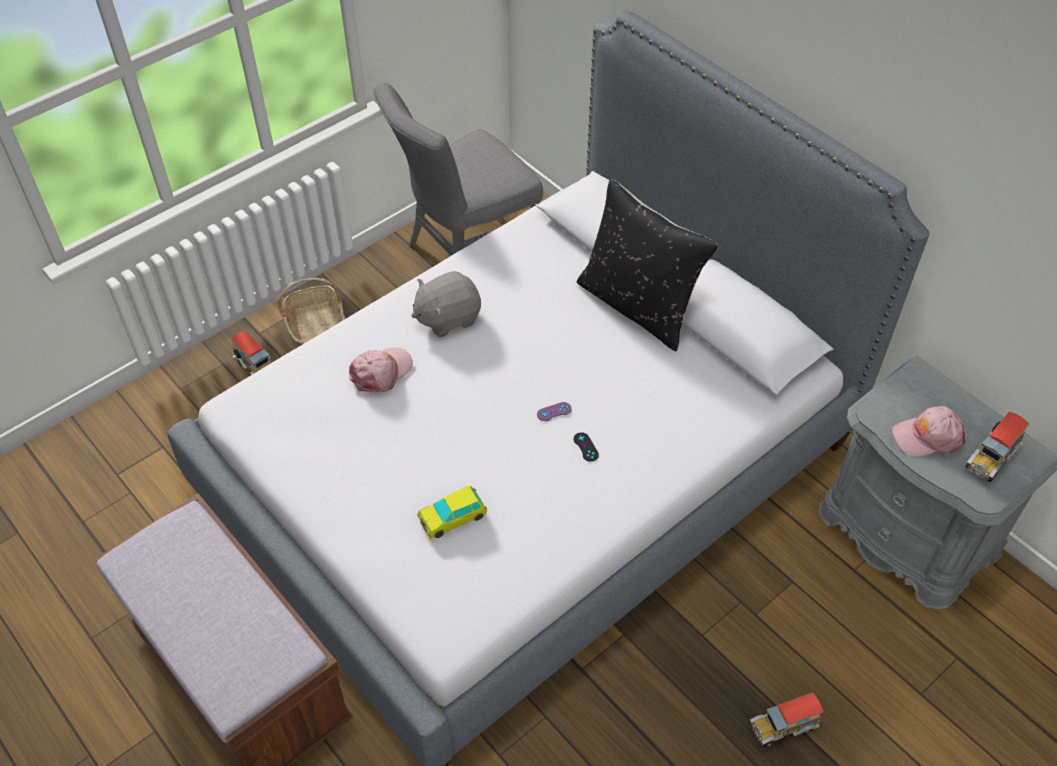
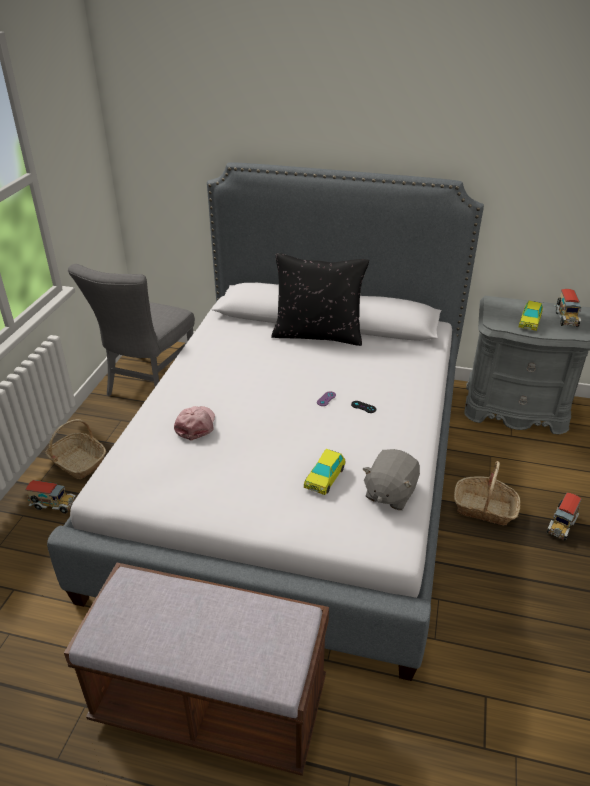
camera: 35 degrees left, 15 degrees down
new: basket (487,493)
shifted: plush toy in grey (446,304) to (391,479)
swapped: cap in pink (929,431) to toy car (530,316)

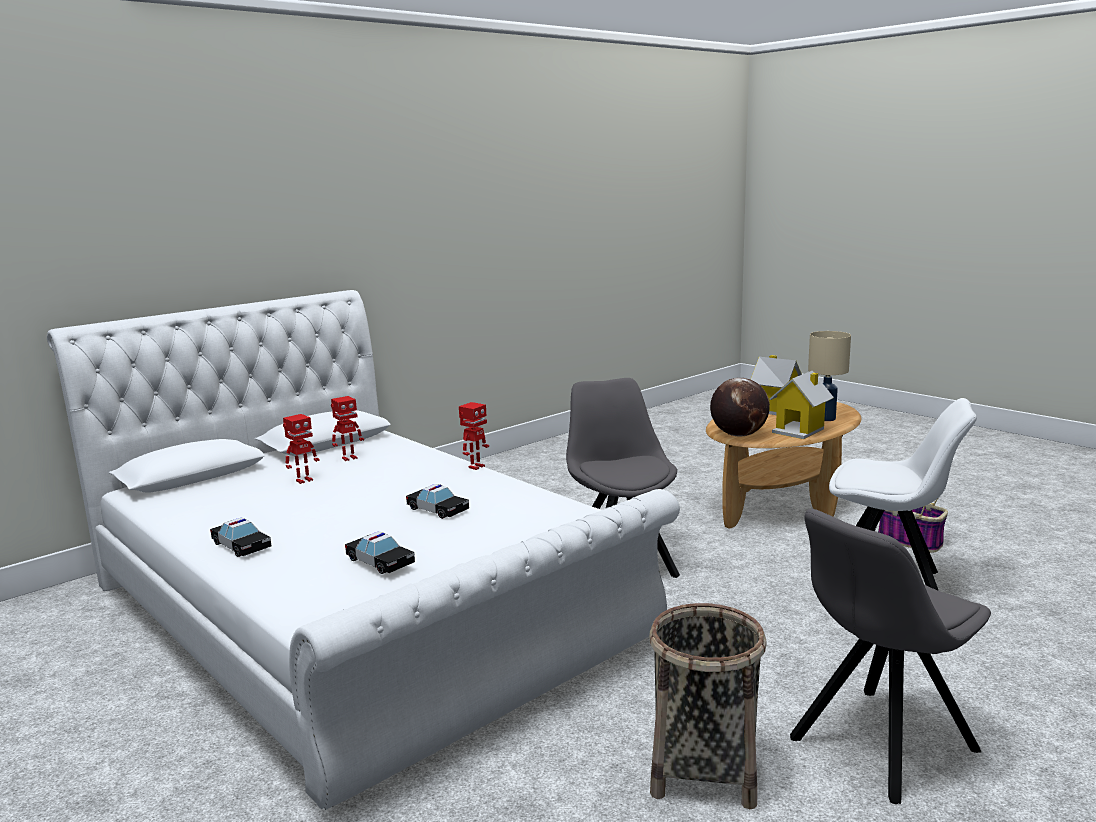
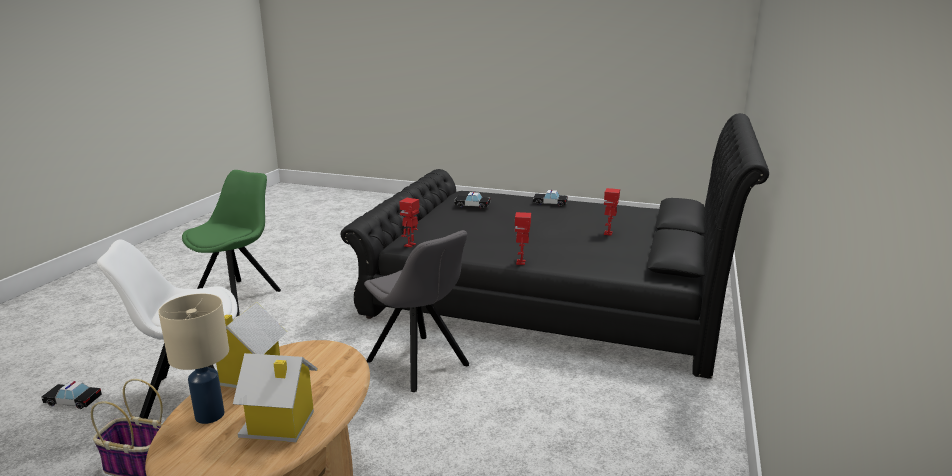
camera: 150 degrees right, 5 degrees up
gone: basket (708,706); globe (740,407)
shifted: toy robot (347,428) to (409,222); toy car (437,501) to (71,395)
repainted: bed in white (363,550) to bed in black (554,246); chair in grey (890,656) to chair in green (231,243)

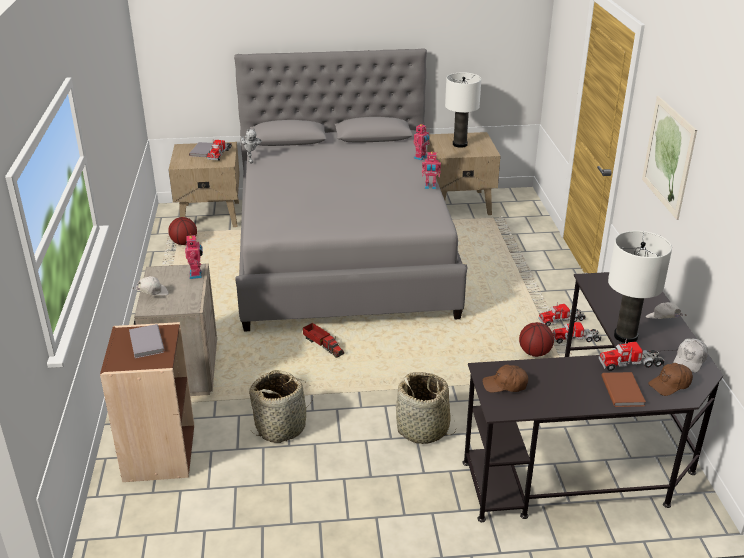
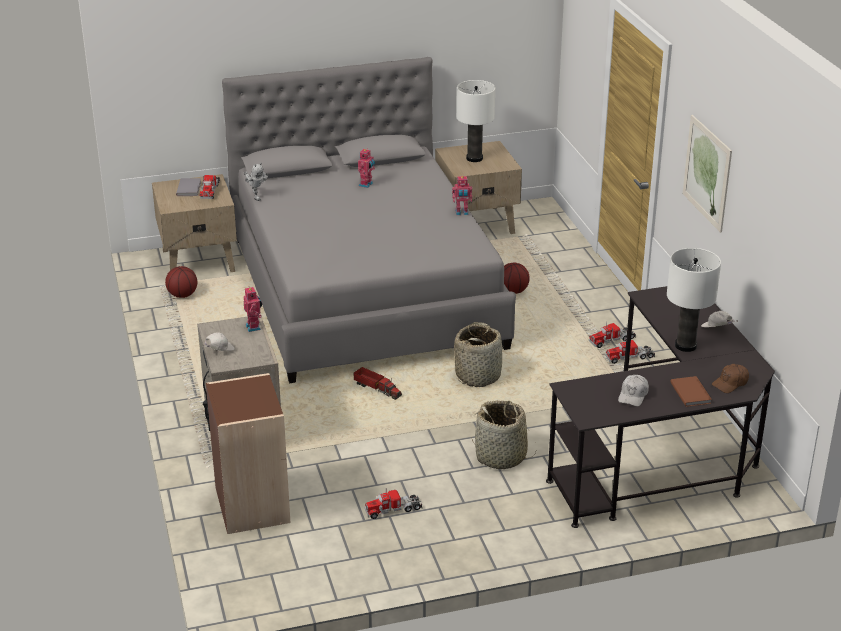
camera: 10 degrees left, 0 degrees up
gone: book in grey (147,341); cap in brown (505,379)
shifted: basket (281,406) to (478,354); toy robot (421,142) to (366,168); basketball (536,339) to (517,278); toy truck (631,355) to (393,503); cap in white (690,356) to (633,390)

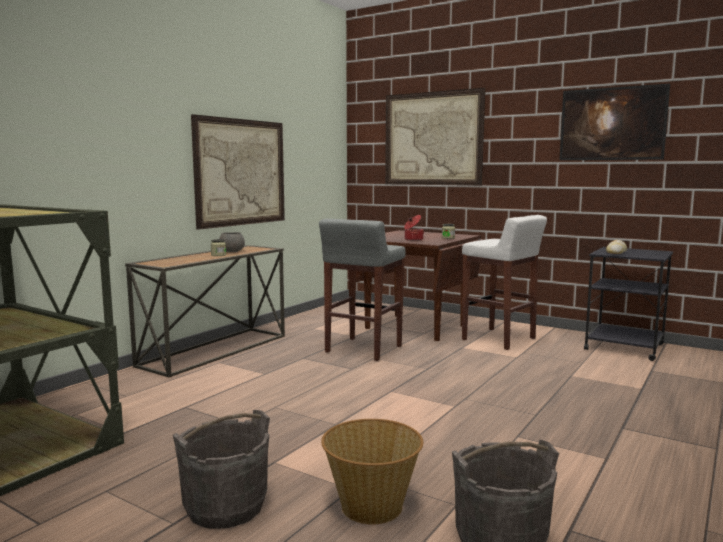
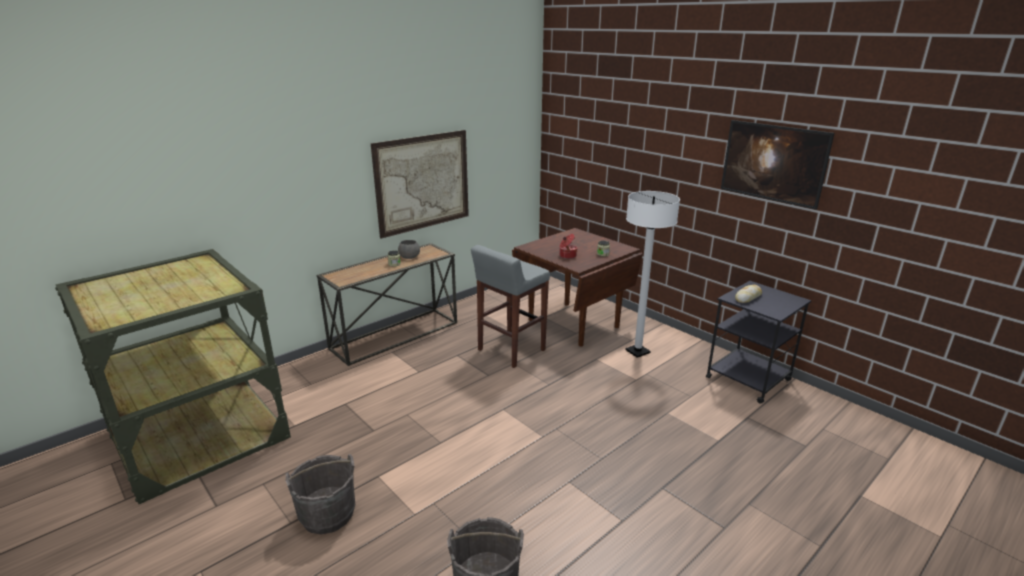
camera: 15 degrees right, 15 degrees up
gone: basket (372,472); picture (435,137)
swapped: stool in white (504,282) to floor lamp in white (652,274)

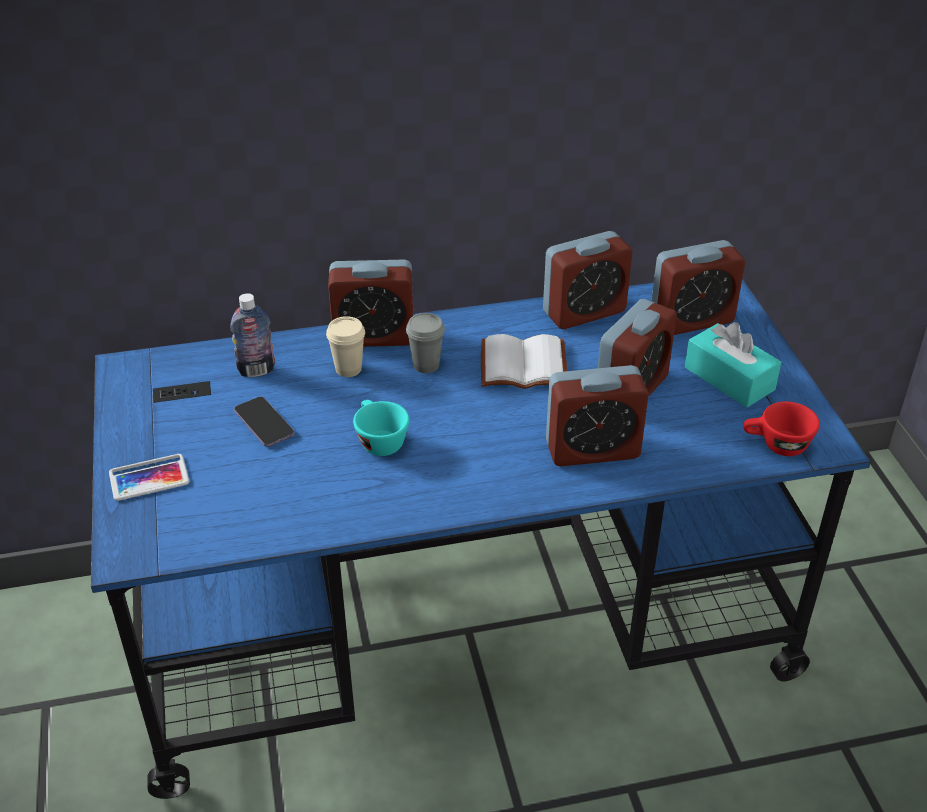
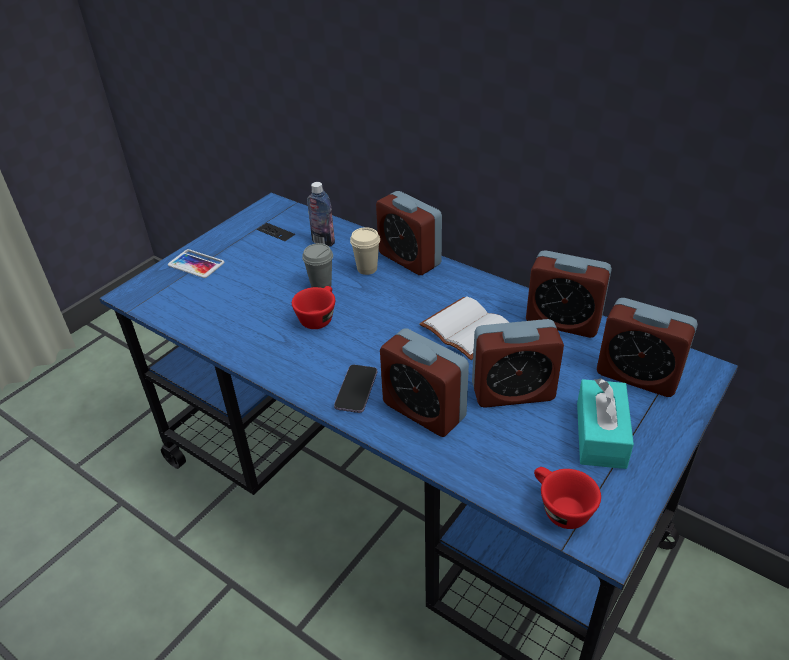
camera: 50 degrees right, 0 degrees up
shifted: phone (264,421) to (355,389); cup in grey (425,343) to (317,265)
repainted: cup in turquoise (381,428) to cup in red (313,307)

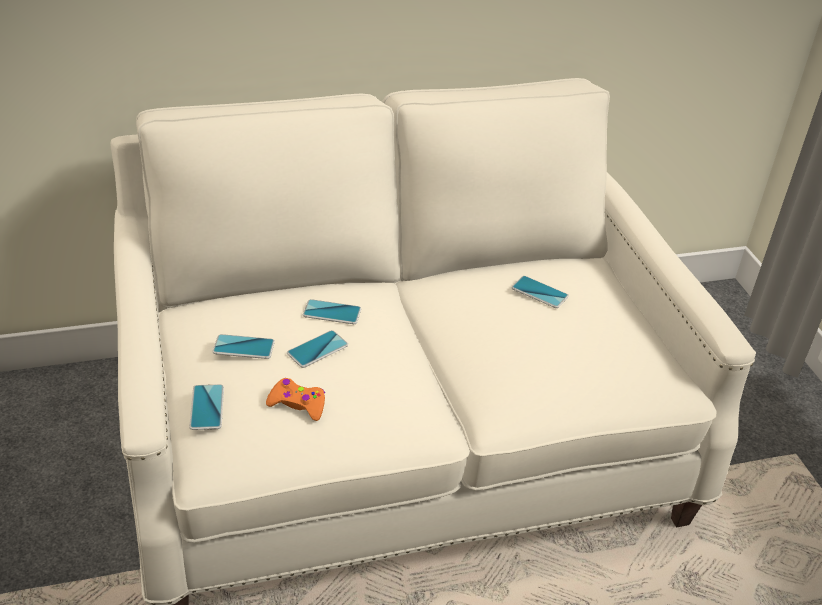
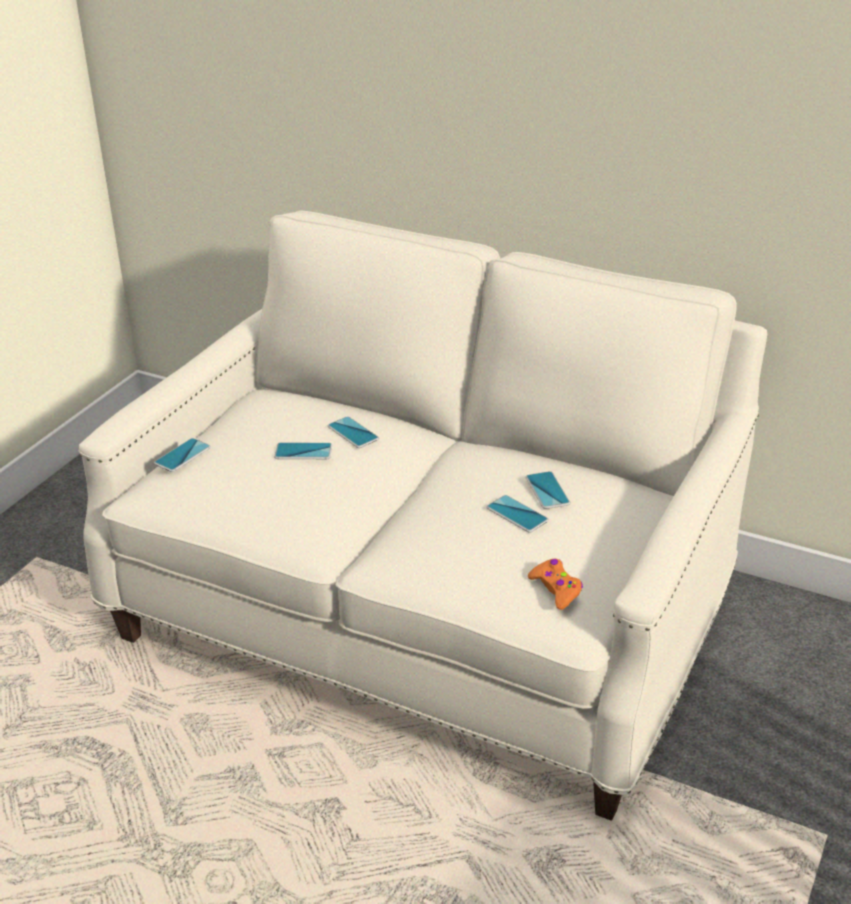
camera: 45 degrees right, 5 degrees down
shifted: phone (243,346) to (517,514); game controller in orange (295,399) to (555,584)

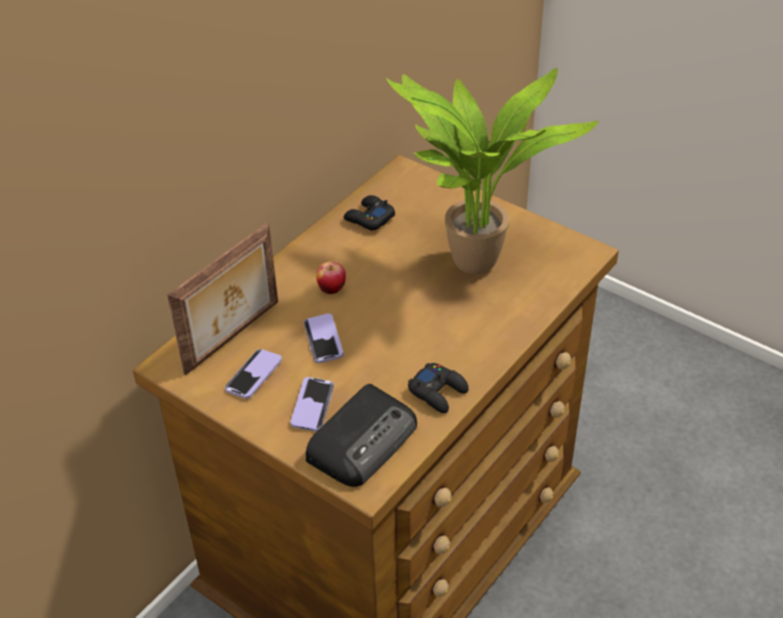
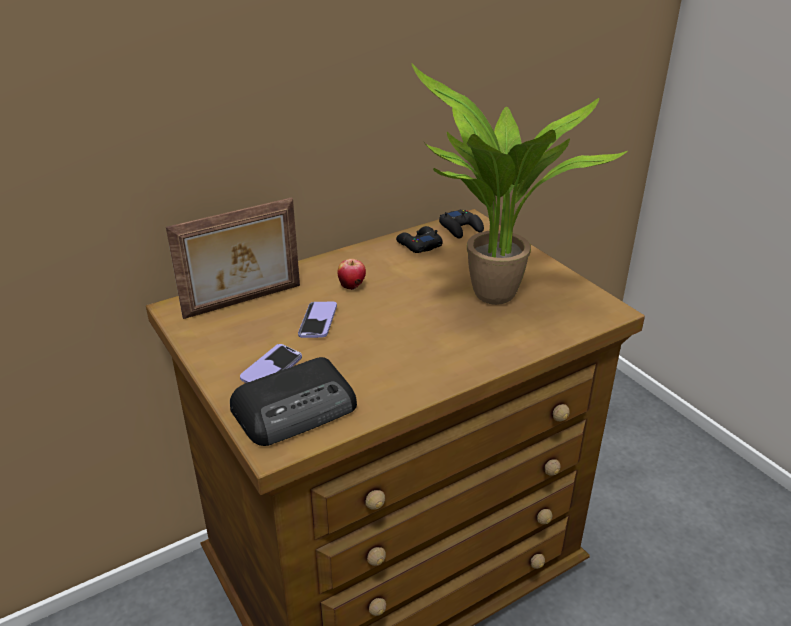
camera: 20 degrees right, 10 degrees down
gone: phone (253,374)
shifted: game controller in black (438,388) to (461,224)

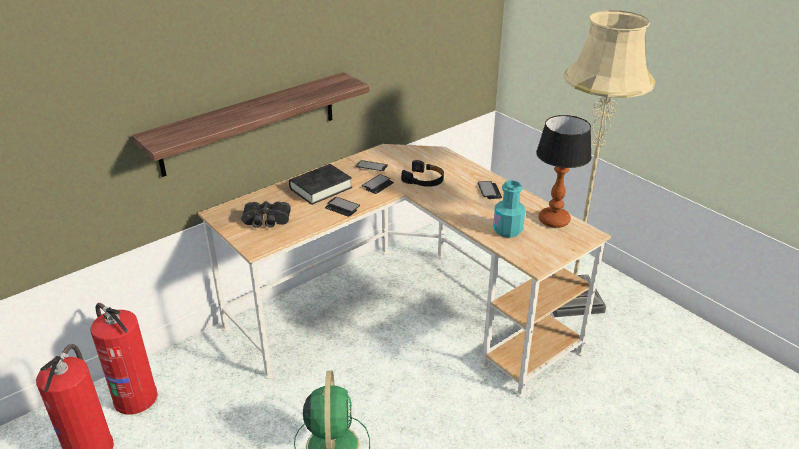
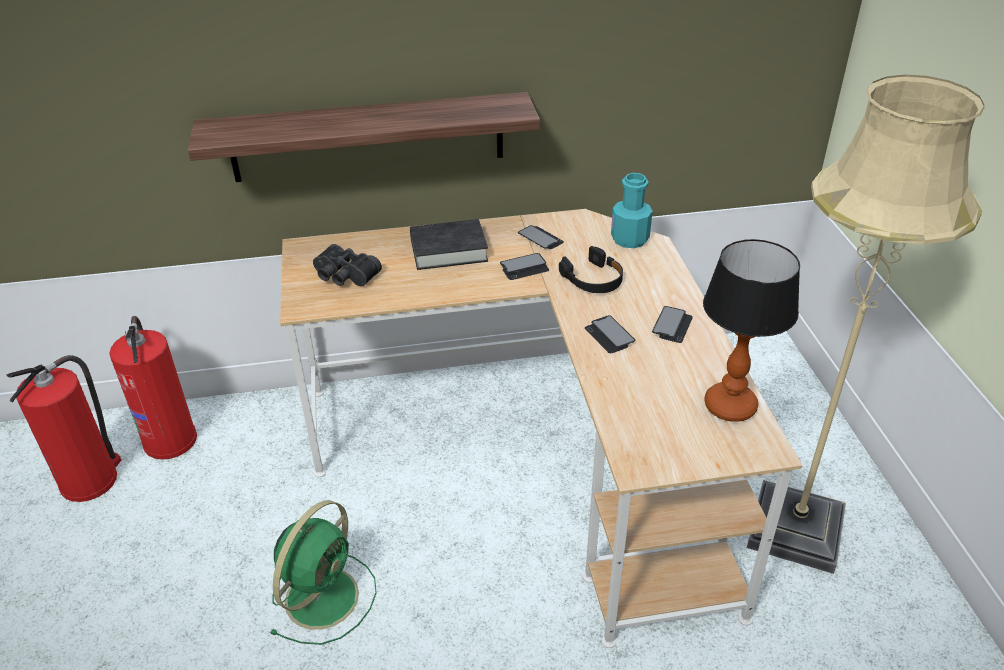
camera: 30 degrees right, 5 degrees up
shifted: phone (342,207) to (610,334); bottle in turquoise (509,209) to (632,210)

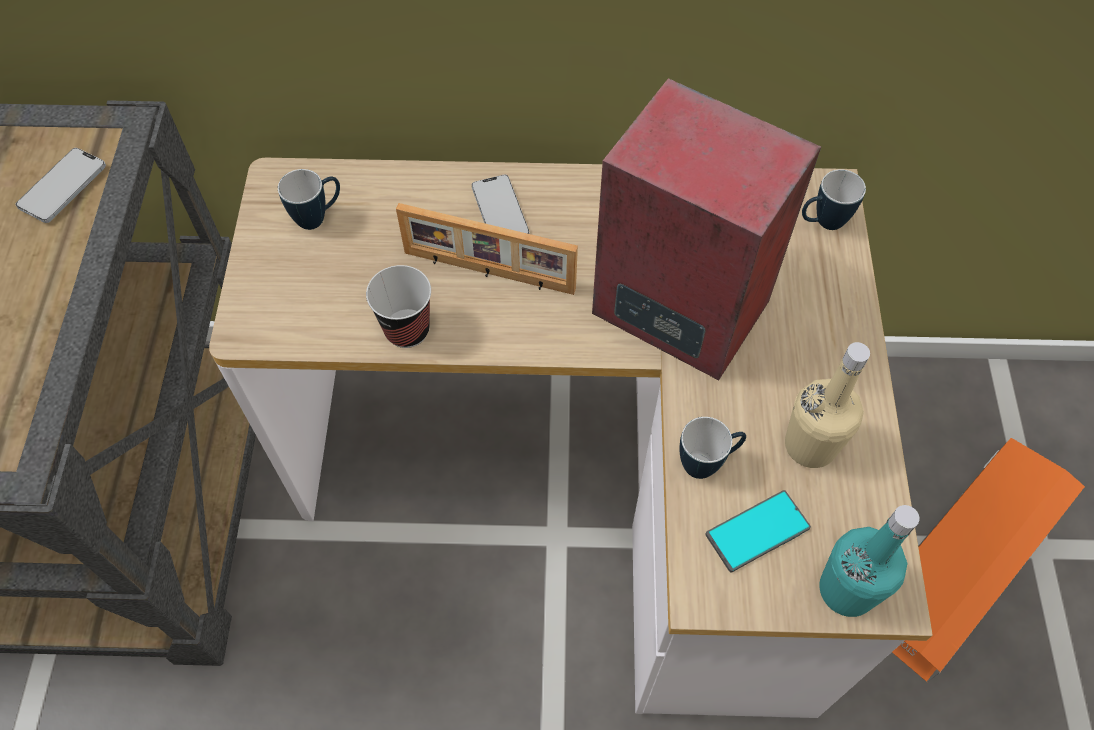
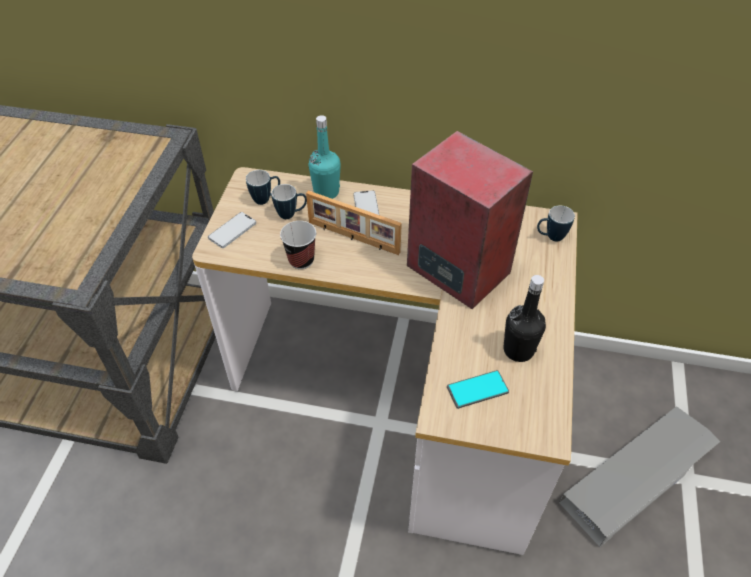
camera: 10 degrees right, 10 degrees down
shifted: phone (60,185) to (232,230); mug (713,448) to (289,201); bottle in turquoise (869,561) to (324,157)
repainted: bottle in beige (827,405) to bottle in black (524,318); storage box in orange (988,560) to storage box in grey (639,476)

